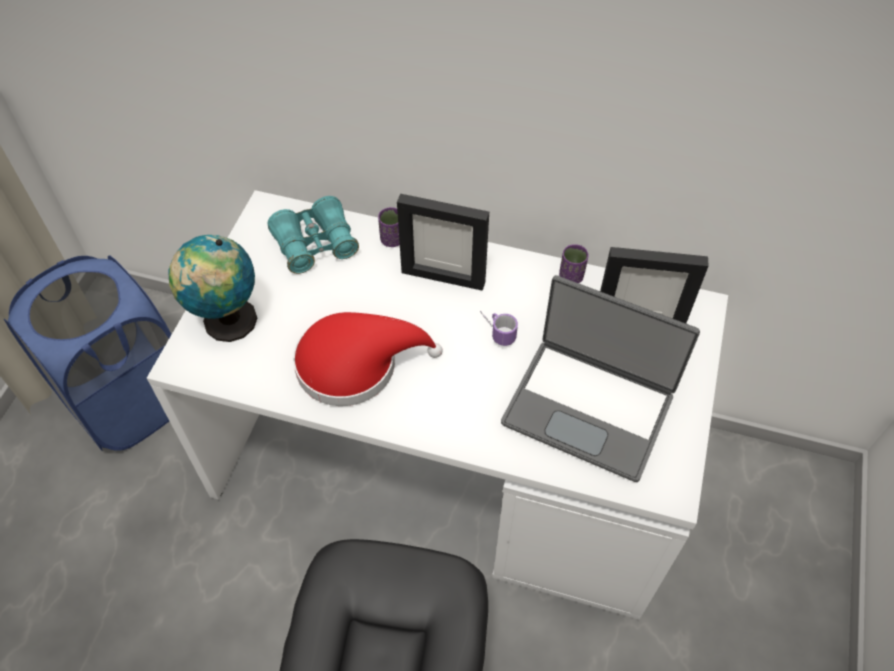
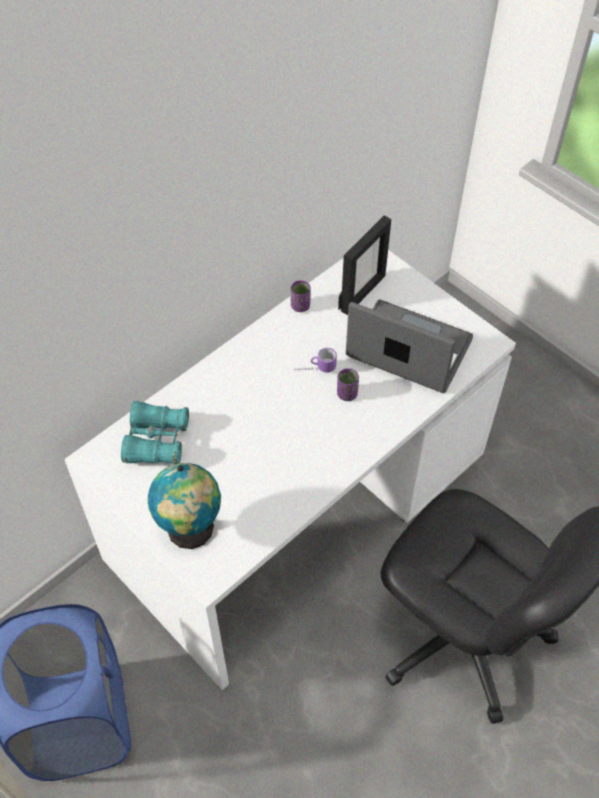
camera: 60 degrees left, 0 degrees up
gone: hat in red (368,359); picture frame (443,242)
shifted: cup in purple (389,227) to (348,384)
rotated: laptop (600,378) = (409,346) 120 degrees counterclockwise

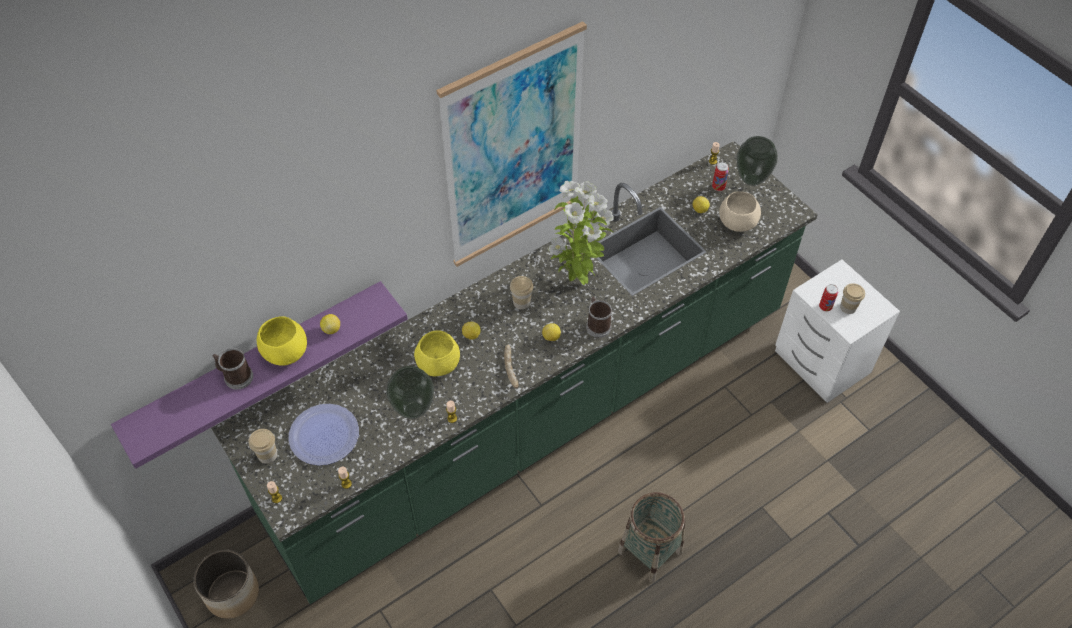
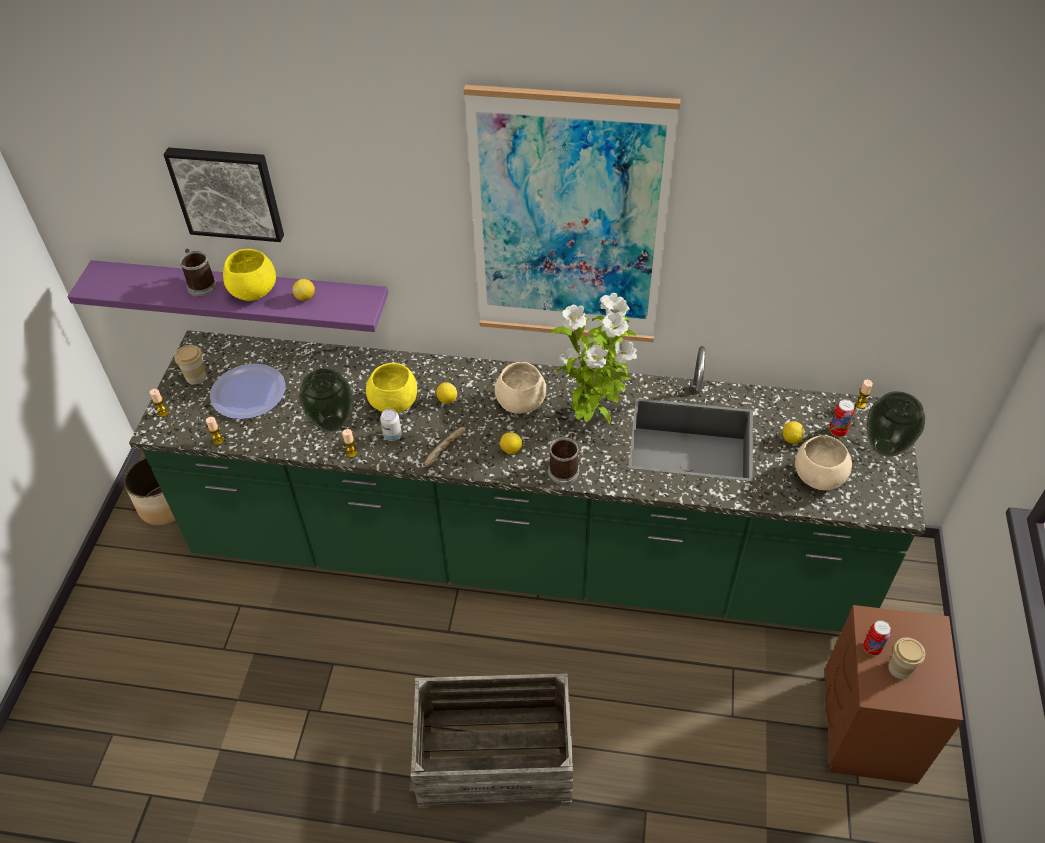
camera: 45 degrees right, 5 degrees down
new: picture (223,194); can (391,425)
swapped: cup (521,292) to bowl in beige (520,388); basket (651,537) to crate (491,740)
repainted: nightstand in white (837,331) to nightstand in brown (894,694)

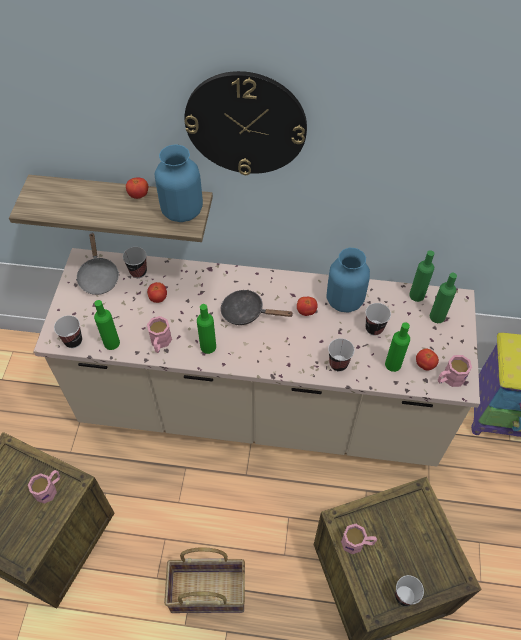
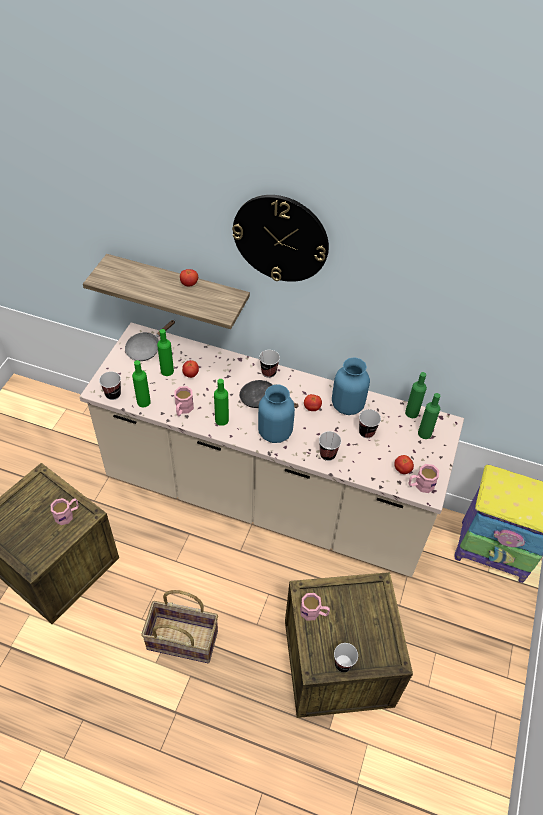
camera: 10 degrees right, 5 degrees down
shifted: cup (135,262) to (269,364); vase in blue (179,183) to (276,414); bottle in green (397,347) to (165,352)
rotated: frying pan in grey (97,263) = (150,340) 45 degrees clockwise

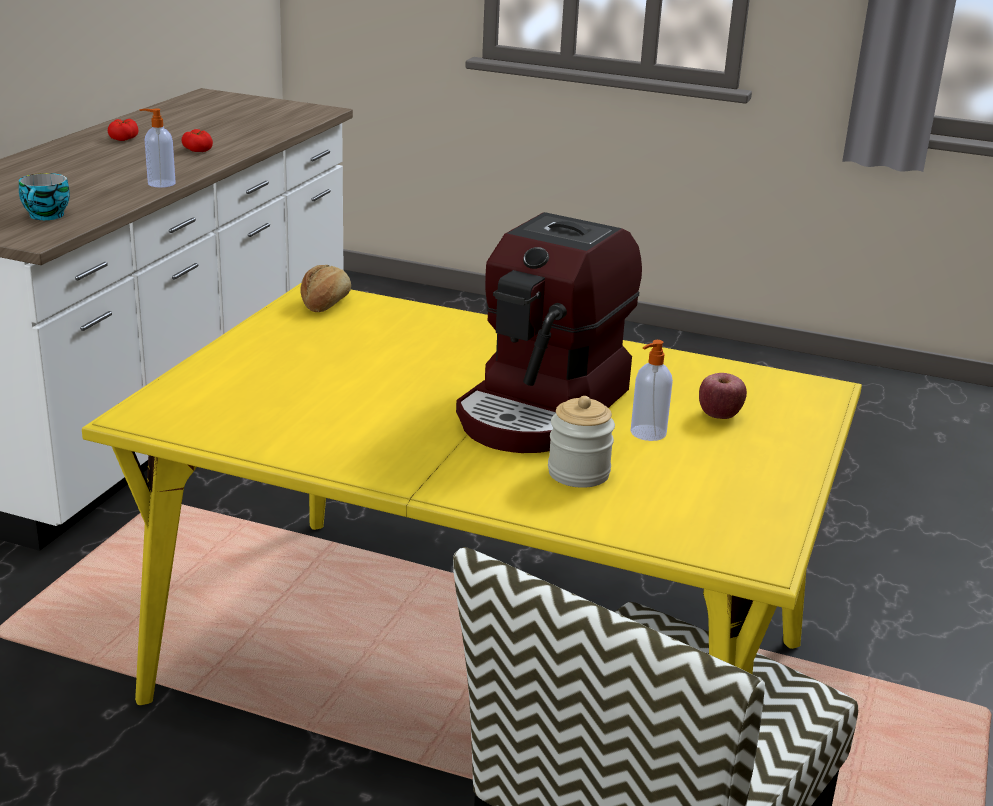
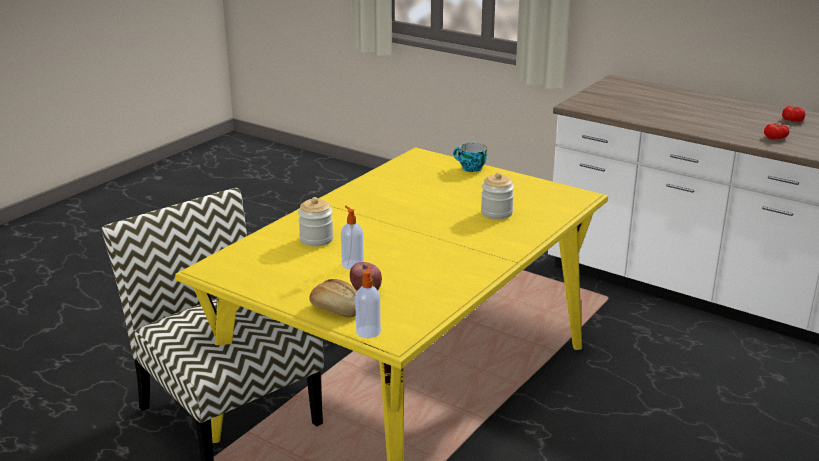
camera: 105 degrees right, 0 degrees up
gone: coffee machine (549,332)
new: jar (497,196)
shifted: cup (44,196) to (470,157); soap dispenser (158,148) to (368,301); bread (325,288) to (332,298)

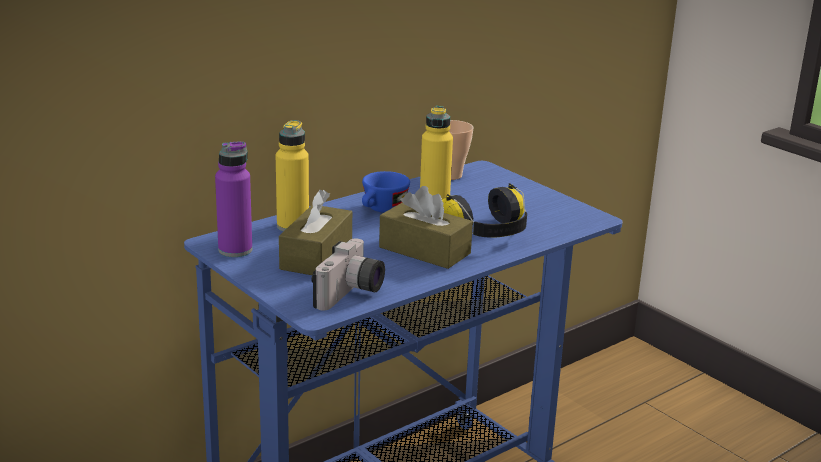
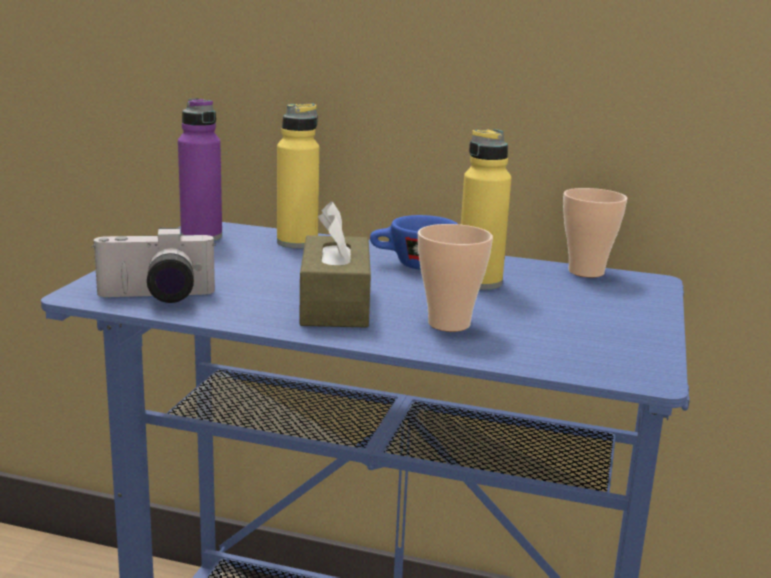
camera: 55 degrees right, 5 degrees down
gone: tissue box in brown (315,232)
swapped: headphones (484,210) to cup (455,278)

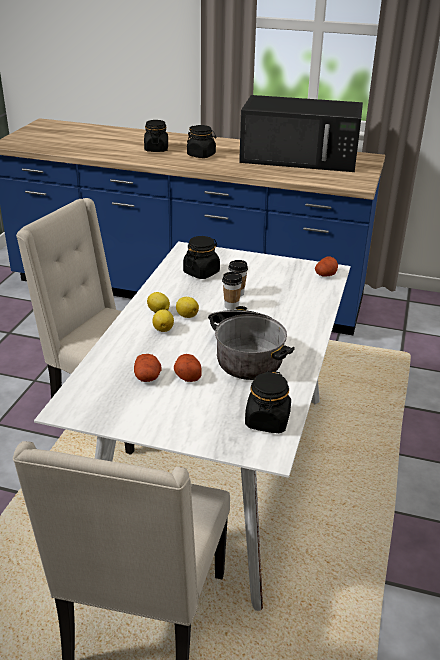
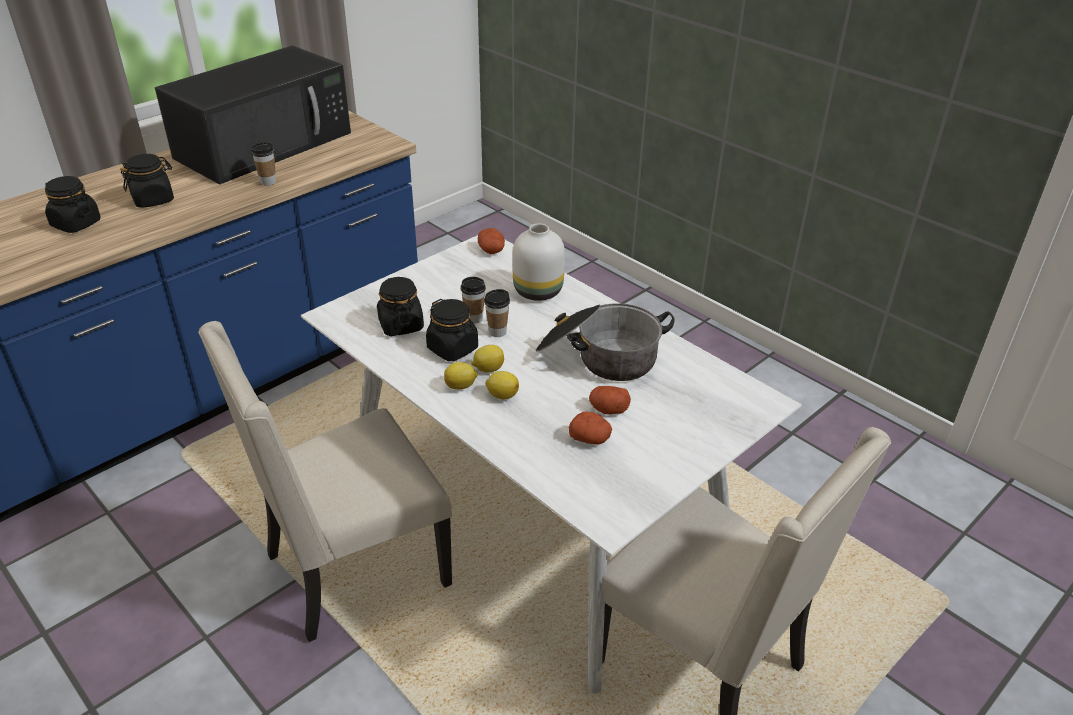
camera: 60 degrees left, 5 degrees up
new: cup (263,164); vase in white (539,262)
shifted: jar in black (268,401) to (452,330)

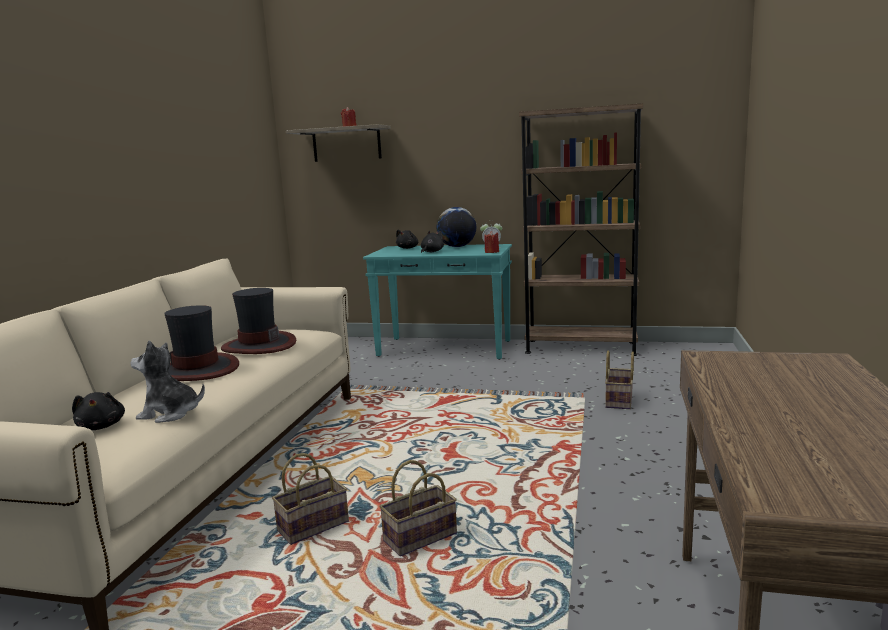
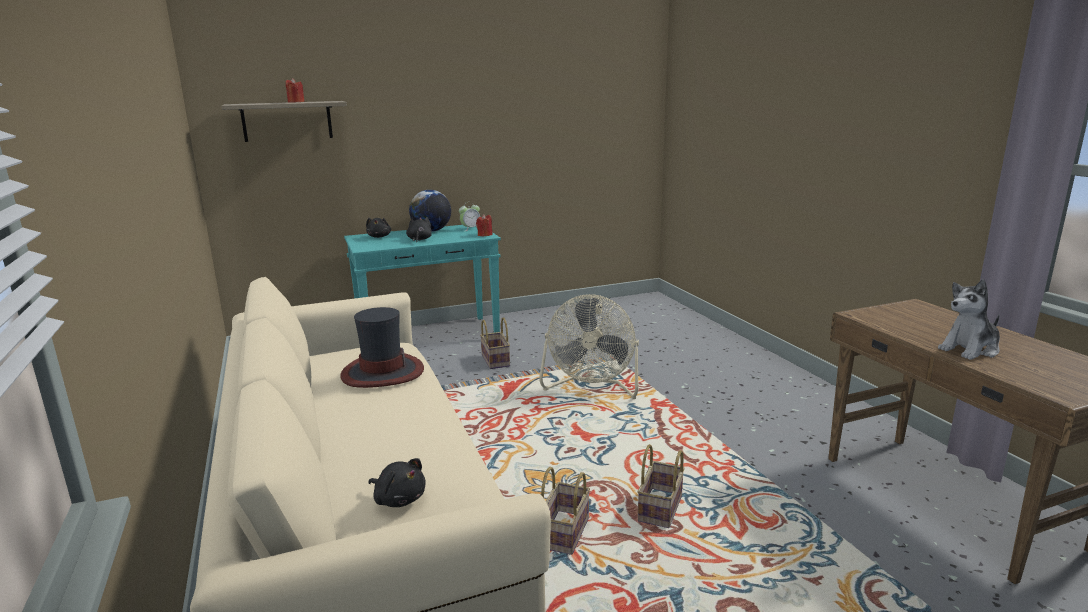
camera: 35 degrees left, 5 degrees up
gone: hat (201,343); bookcase in brown (581,229)
new: fan in beige (589,346)
shifted: plush toy (168,382) to (969,319); basket (619,380) to (495,343)

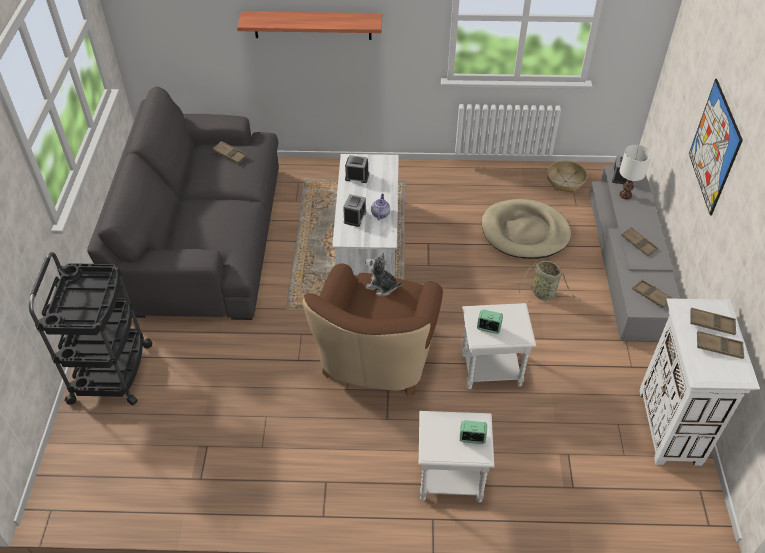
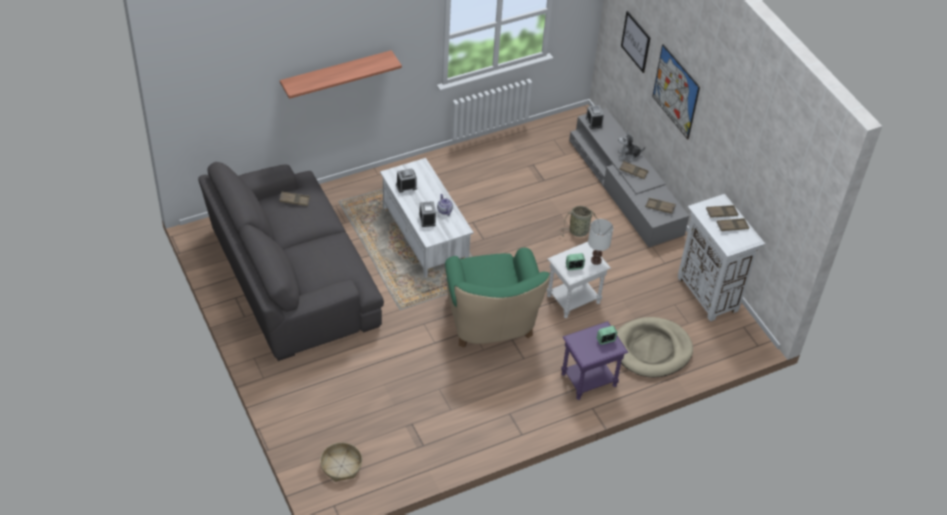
camera: 30 degrees left, 0 degrees up
gone: cart in black (91,328)
new: picture (636,42)
shifted: plush toy (383,274) to (631,146); dog bed in beige (526,229) to (655,347); basket (567,176) to (341,462); table lamp in white (635,172) to (600,242)
repainted: armchair in brown (373,330) to armchair in green (497,297); side table in white (456,457) to side table in purple (594,360)

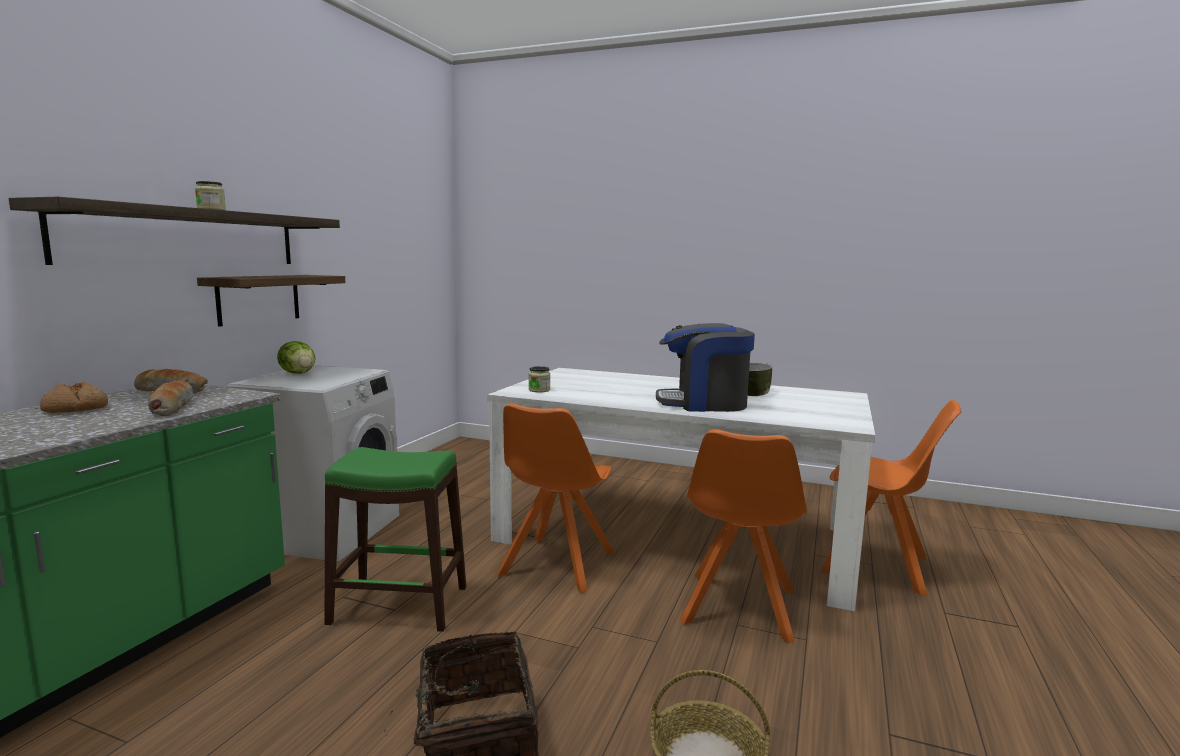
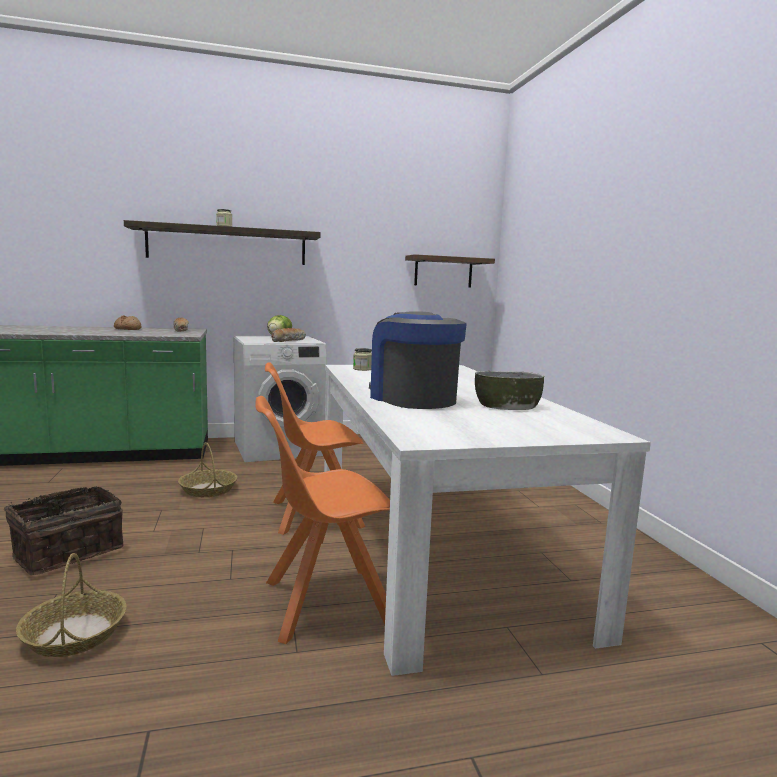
camera: 55 degrees right, 0 degrees up
gone: chair in orange (891,498)
shifted: bread (171,398) to (288,335); shelf (271,301) to (450,271)
swapped: stool in green (395,539) to basket (207,469)

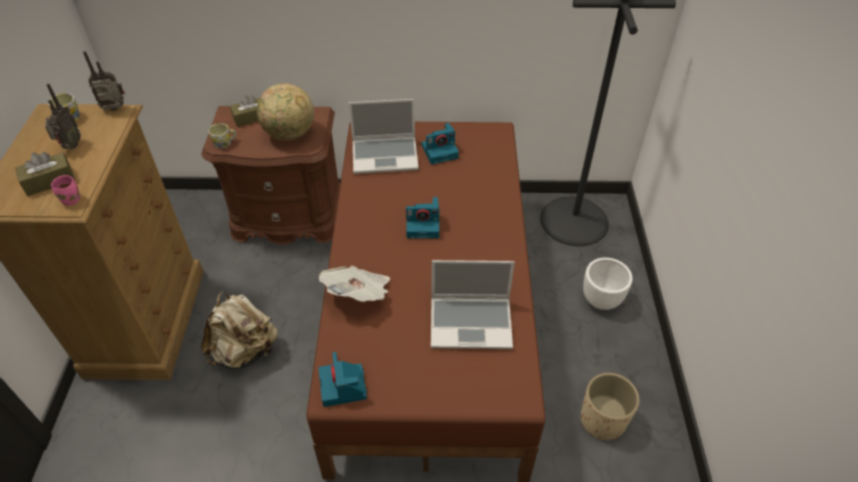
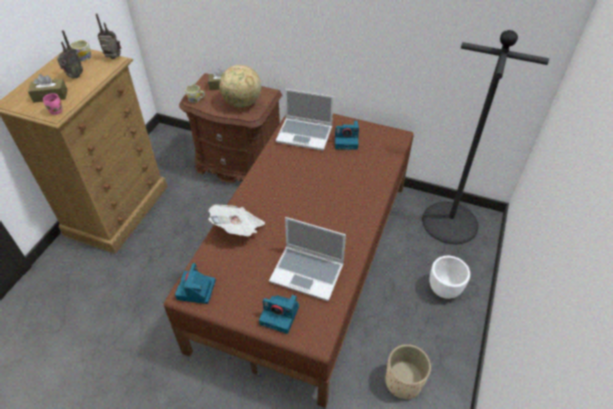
camera: 20 degrees right, 0 degrees up
gone: backpack in beige (239,330)
shifted: photo camera (422,217) to (279,314)

